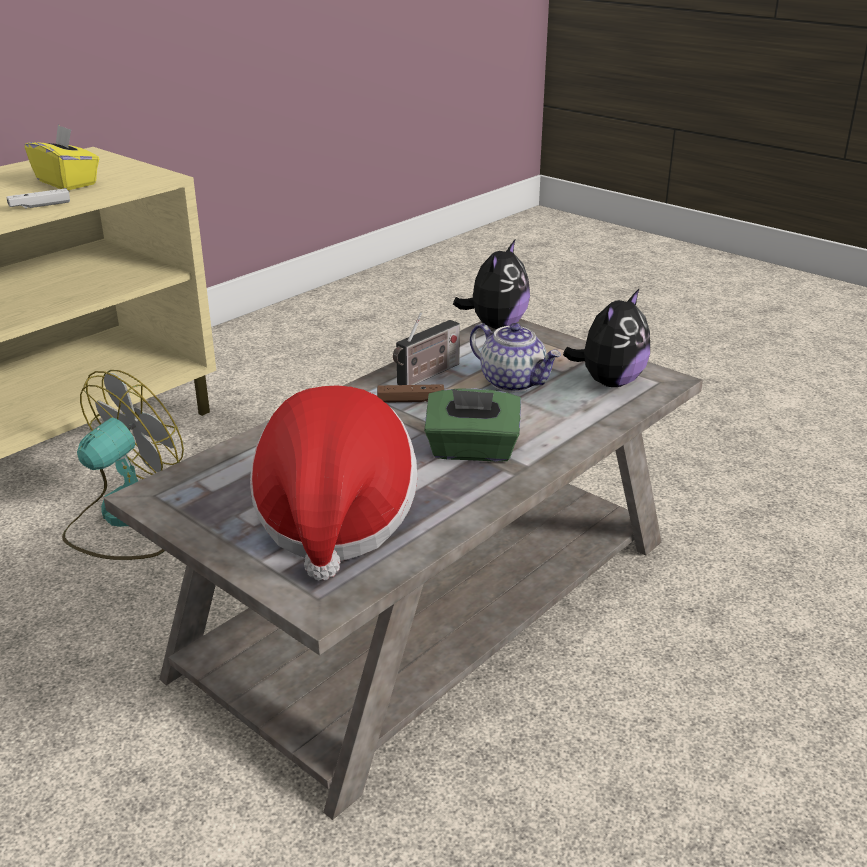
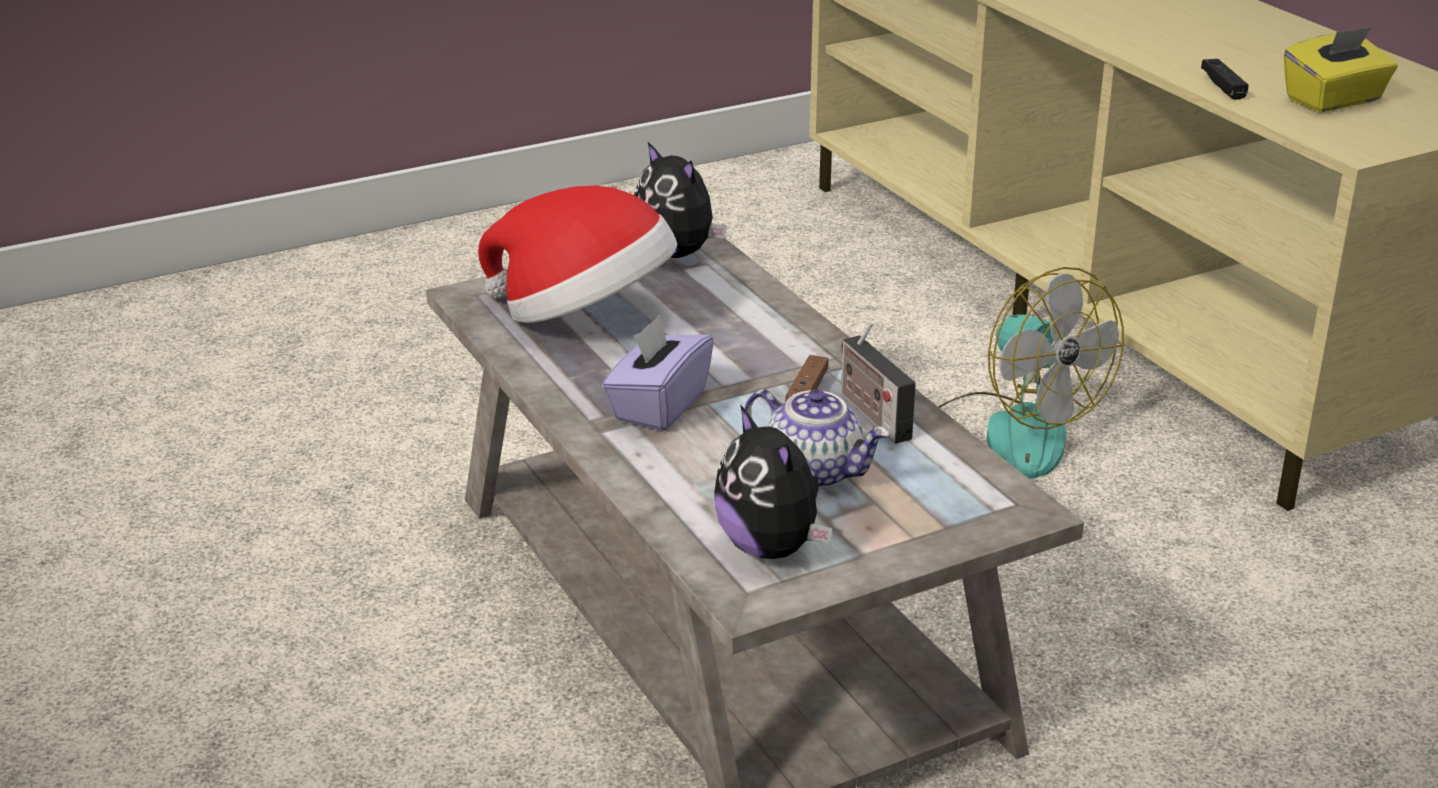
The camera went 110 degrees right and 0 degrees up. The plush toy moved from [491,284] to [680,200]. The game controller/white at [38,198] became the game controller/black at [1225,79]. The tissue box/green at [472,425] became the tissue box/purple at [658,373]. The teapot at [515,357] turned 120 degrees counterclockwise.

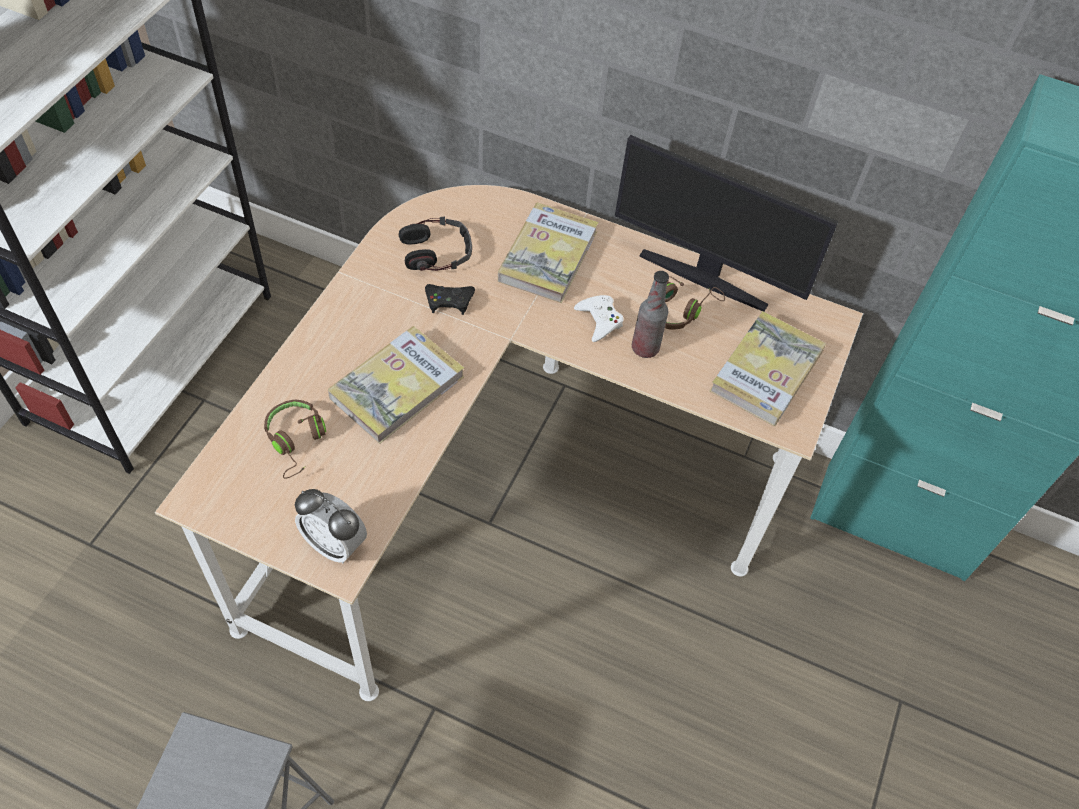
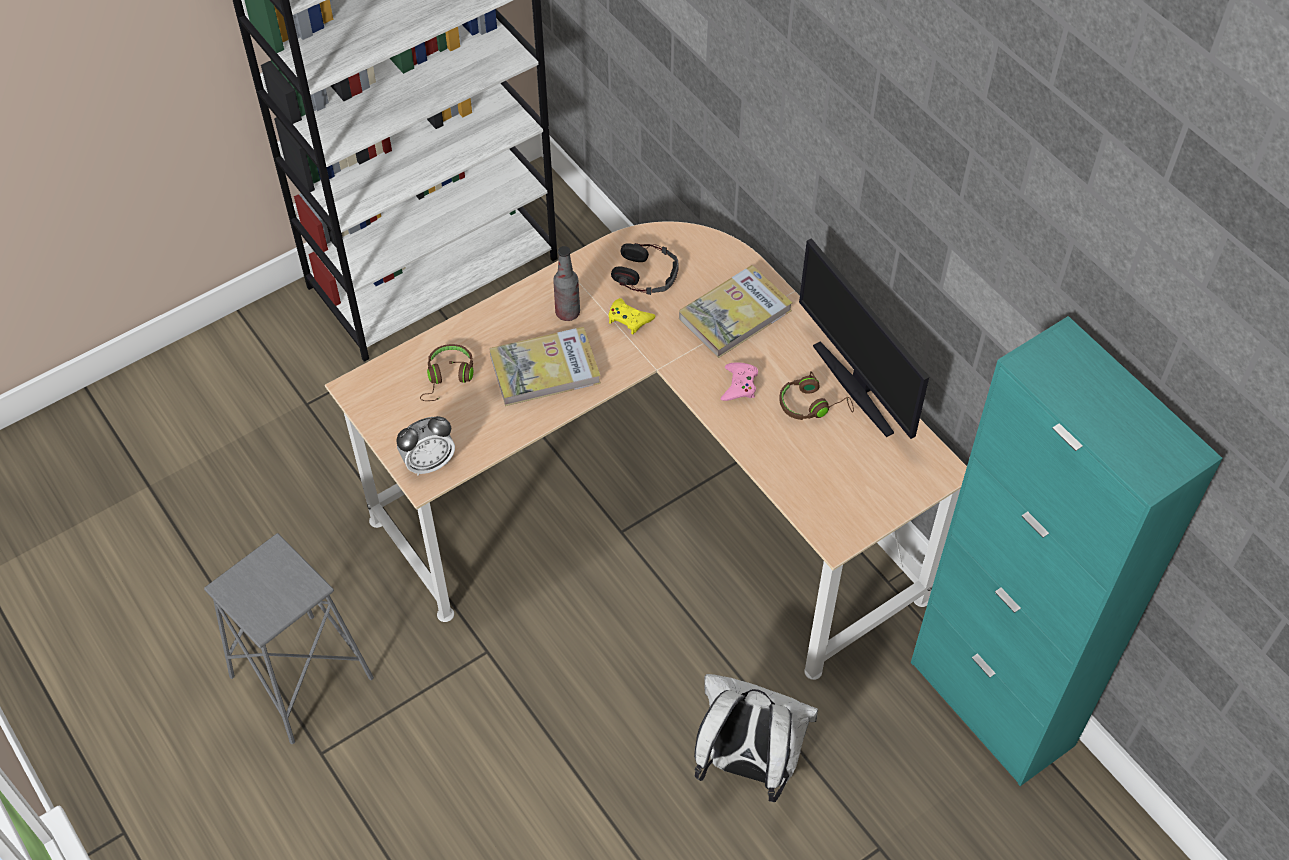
The camera went 35 degrees right and 0 degrees up. The book at [768,368] disappeared. The backpack/white at [756,738] appeared. The bottle moved from [650,314] to [566,283]. The game controller/black at [450,299] became the game controller/yellow at [631,316]. The game controller/white at [598,318] became the game controller/pink at [739,381]. The alarm clock at [331,526] turned 90 degrees counterclockwise.

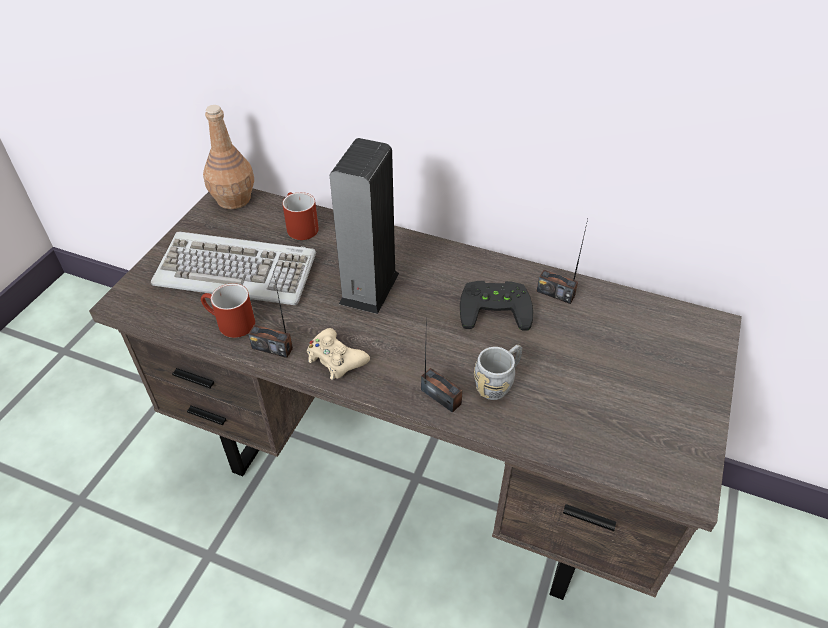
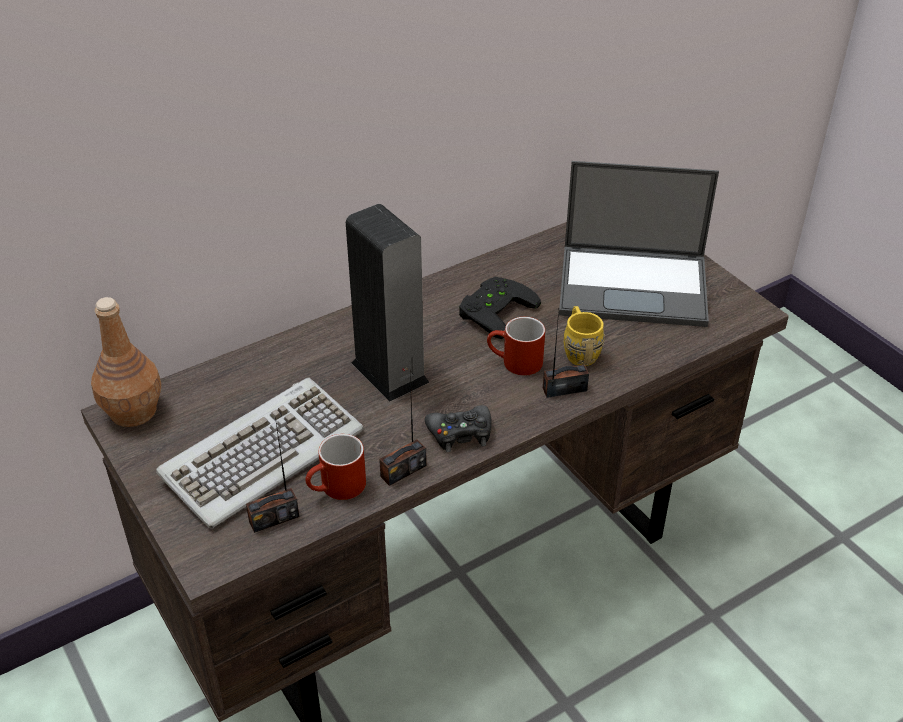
The camera went 55 degrees left and 5 degrees down. The laptop at [639,244] appeared. The mug/red moved from [300,216] to [516,346]. The radio moved from [562,261] to [272,475]. The game controller/beige at [338,354] became the game controller/black at [458,428]. The mug/grey at [498,372] became the mug/yellow at [584,336].

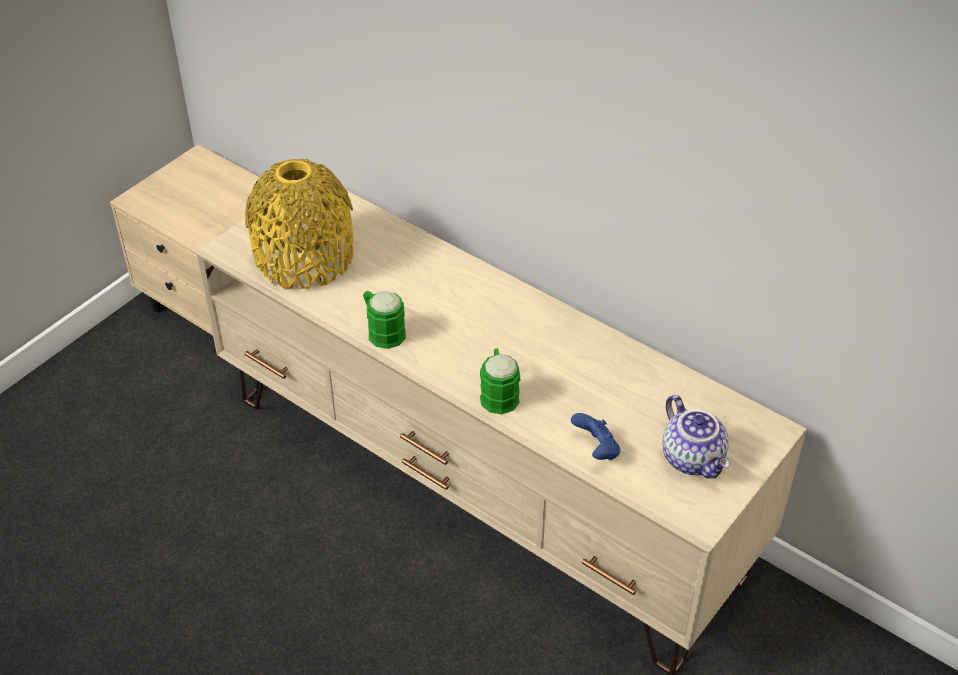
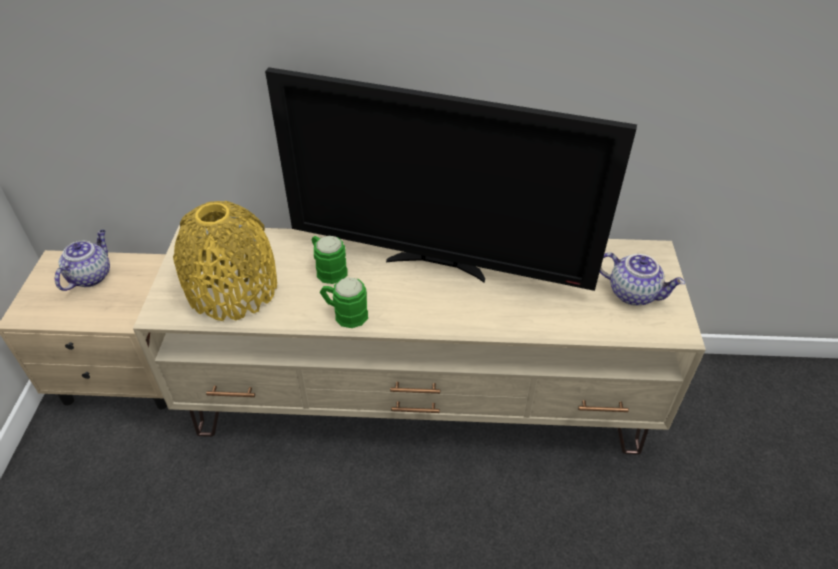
The camera went 35 degrees left and 0 degrees up. The game controller/blue at [595,436] disappeared. The teapot at [82,260] appeared. The television at [451,179] appeared. The mug/green moved from [500,381] to [330,260].

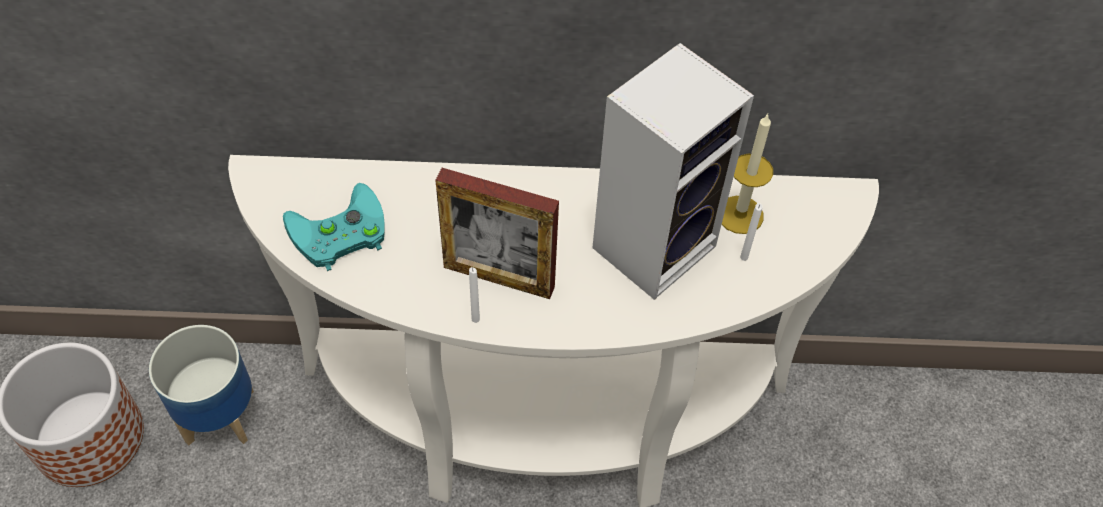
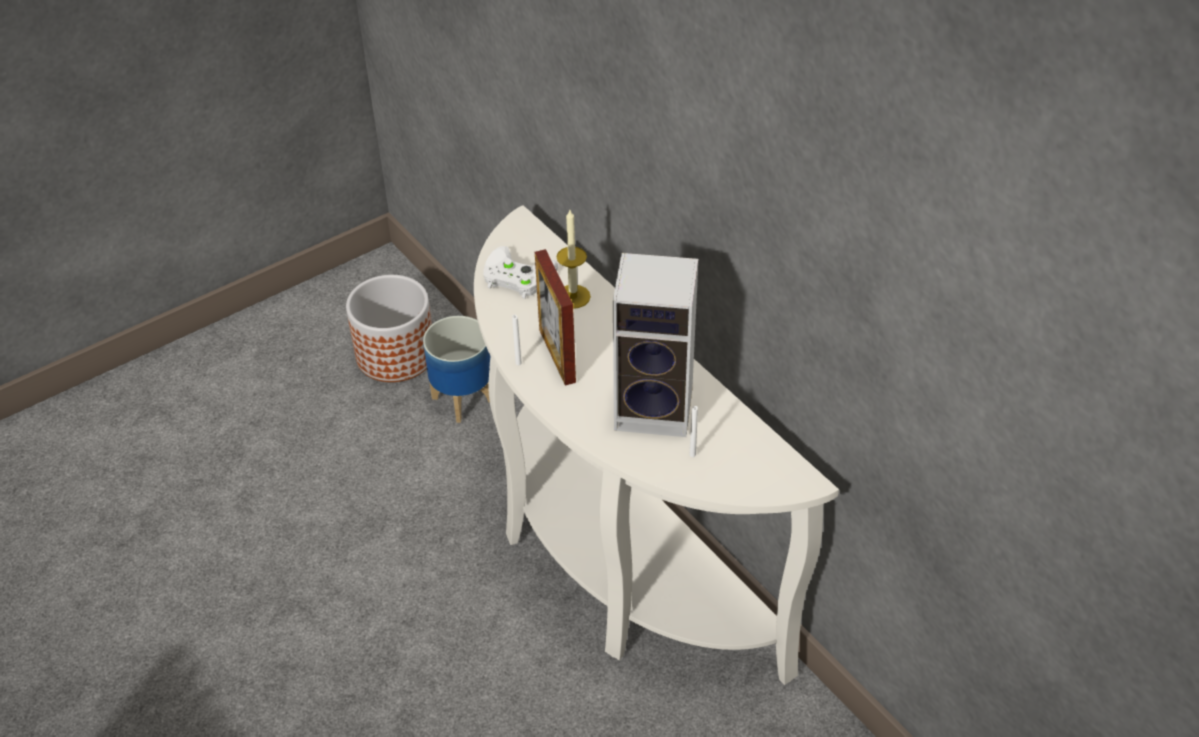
The camera went 55 degrees right and 10 degrees down. The candle moved from [747,174] to [573,259]. The game controller/turquoise at [334,227] became the game controller/white at [520,272].

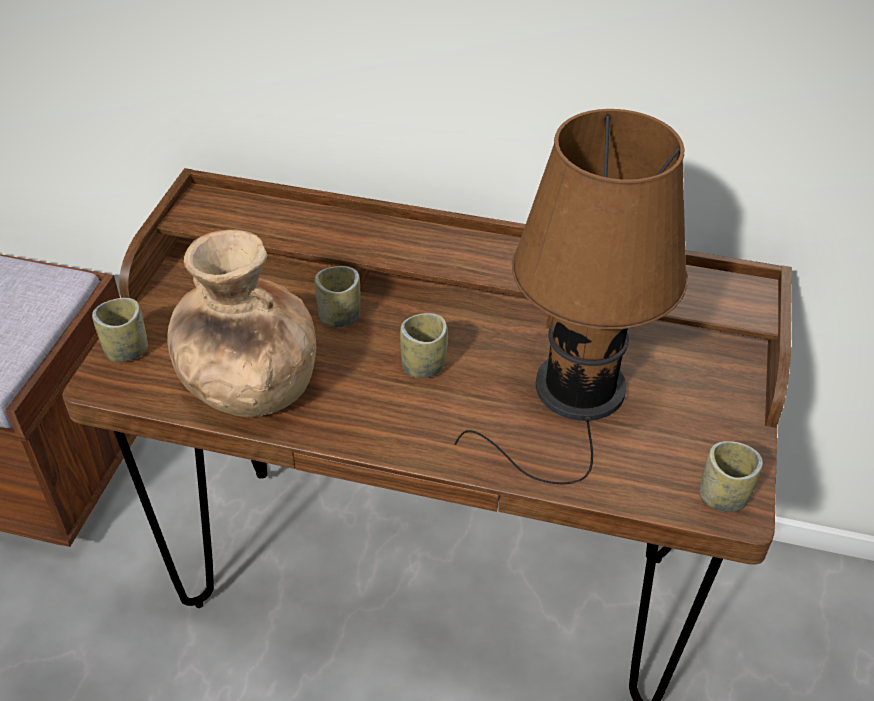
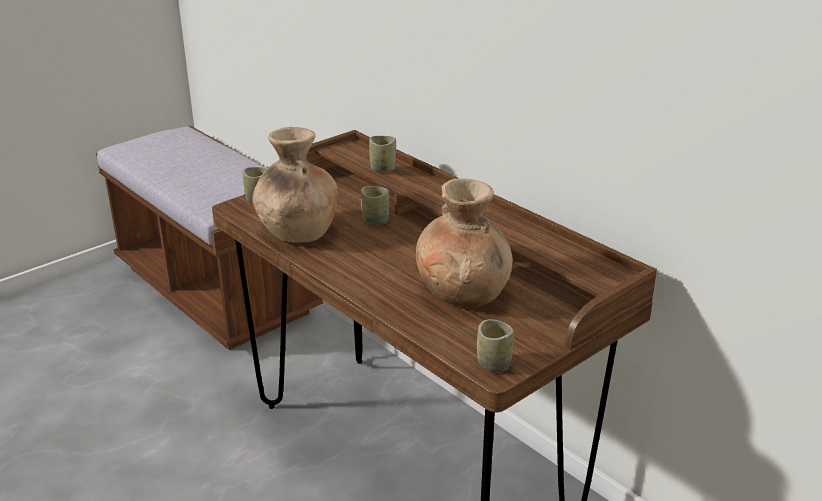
The camera went 35 degrees right and 15 degrees down. The cup moved from [423,345] to [382,153]. The table lamp/brown at [571,297] was replaced by the vase/brown at [464,242].

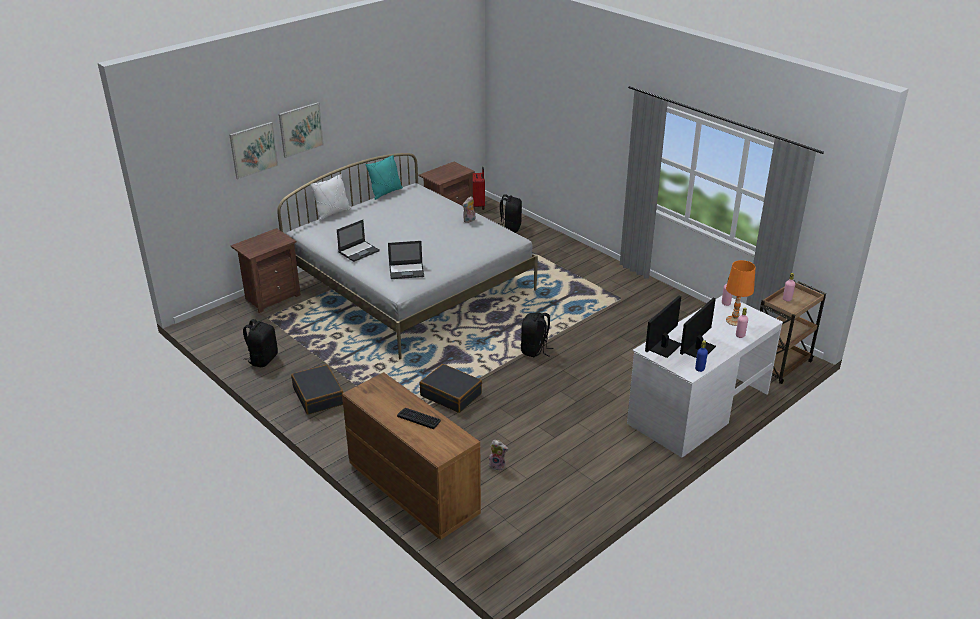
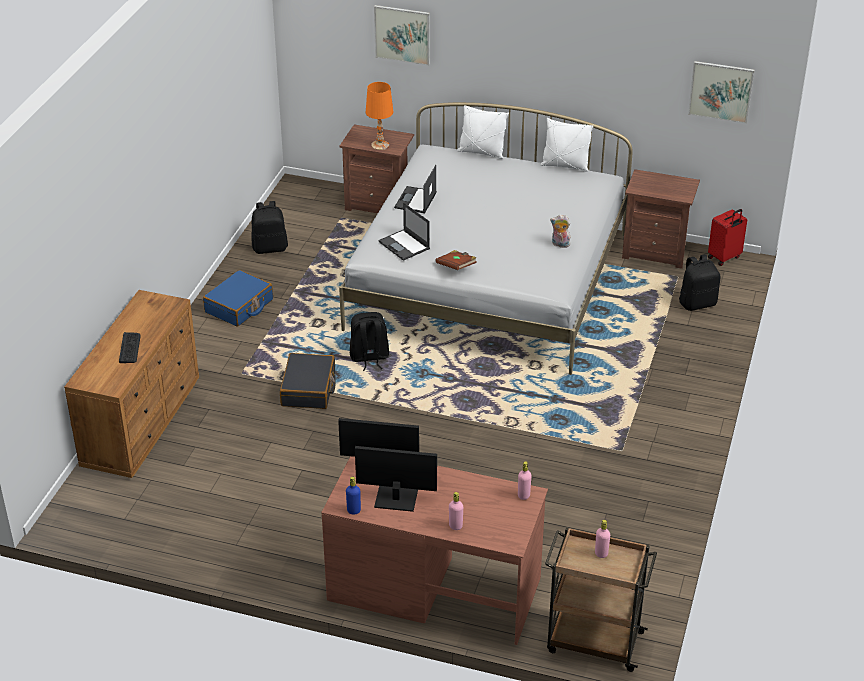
The camera went 60 degrees right and 5 degrees up. The plush toy at [498,455] disappeared. The book/brown at [456,260] appeared. The picture moved from [301,130] to [721,92]. The backpack/black moved from [537,334] to [369,341]. The table lamp/orange moved from [741,293] to [379,116]. The suitcase/black at [317,390] became the suitcase/blue at [238,298]. The pillow/turquoise at [384,177] became the pillow/white at [566,145]. The desk/white at [705,377] became the desk/brown at [434,550]. The laptop at [358,241] turned 90 degrees clockwise.

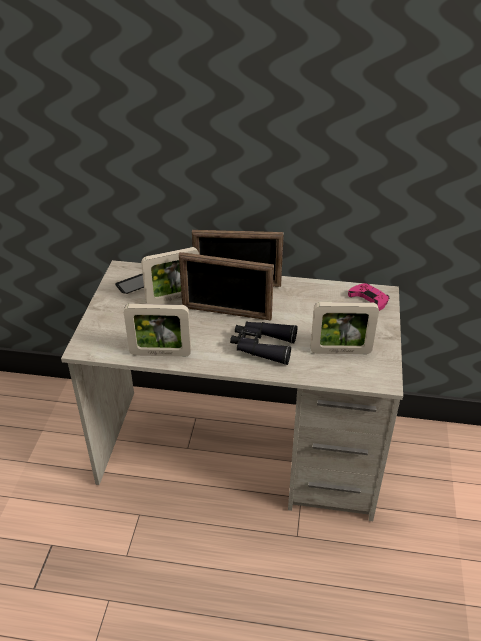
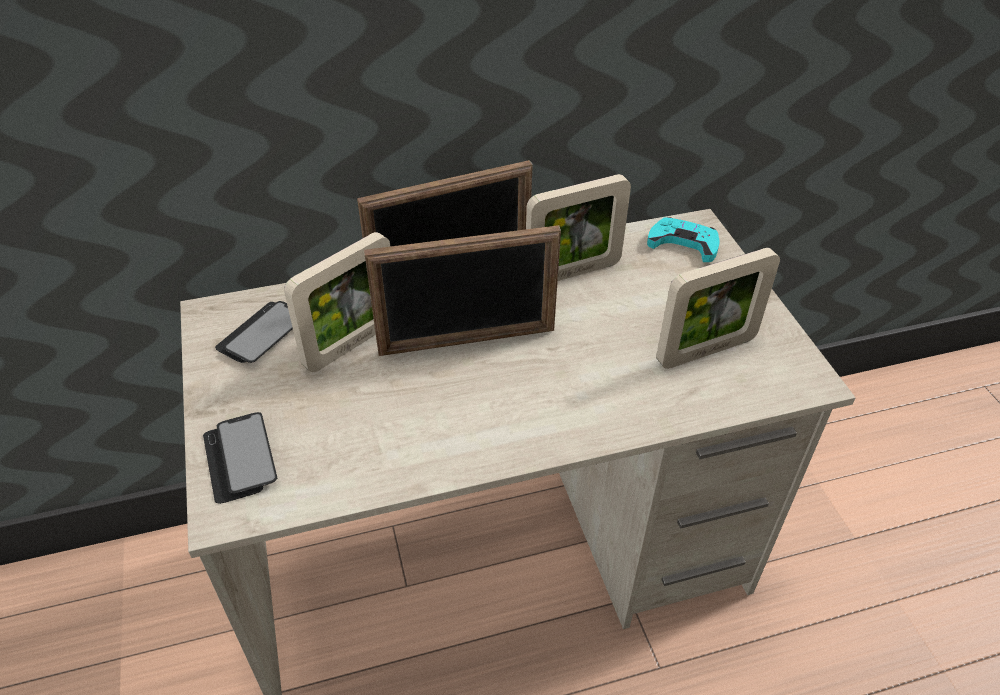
The camera went 25 degrees left and 5 degrees up. The binoculars/black at [264,343] disappeared. The phone at [240,458] appeared. The picture frame moved from [157,330] to [578,227]. The game controller/pink at [368,297] became the game controller/turquoise at [683,239].

